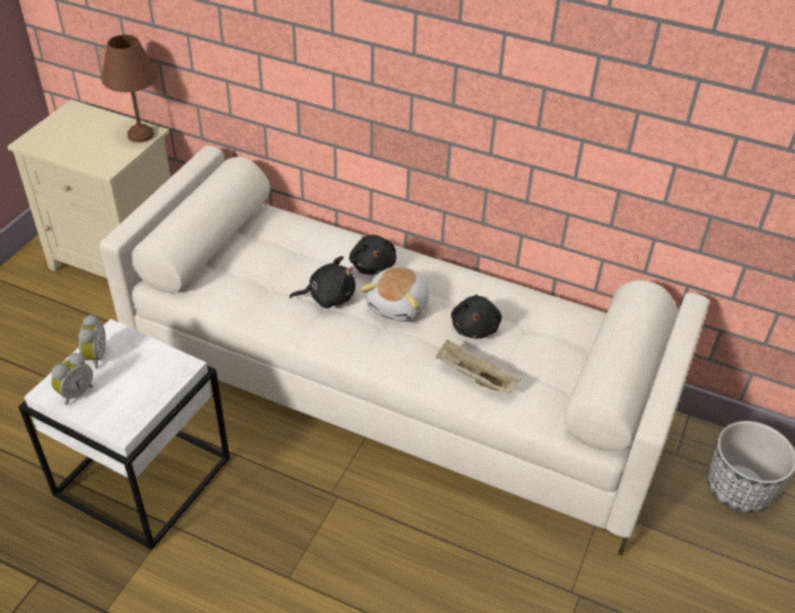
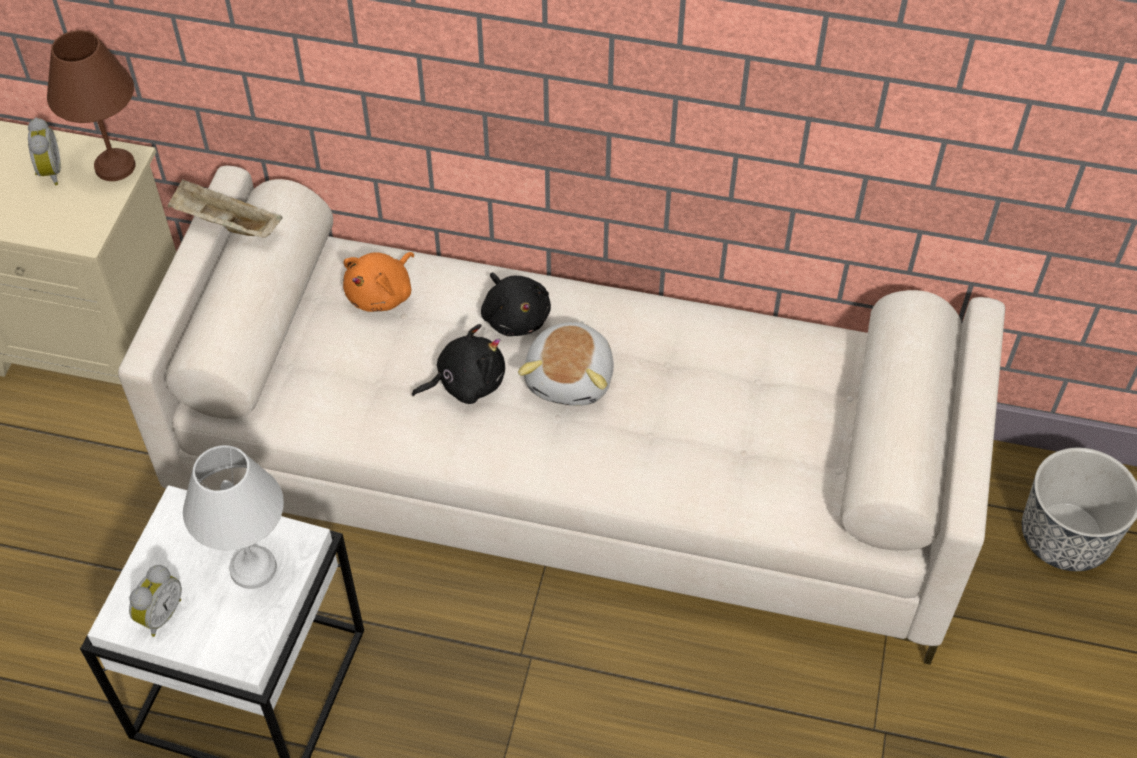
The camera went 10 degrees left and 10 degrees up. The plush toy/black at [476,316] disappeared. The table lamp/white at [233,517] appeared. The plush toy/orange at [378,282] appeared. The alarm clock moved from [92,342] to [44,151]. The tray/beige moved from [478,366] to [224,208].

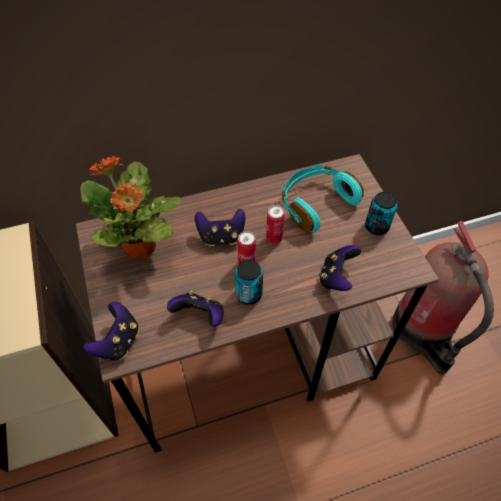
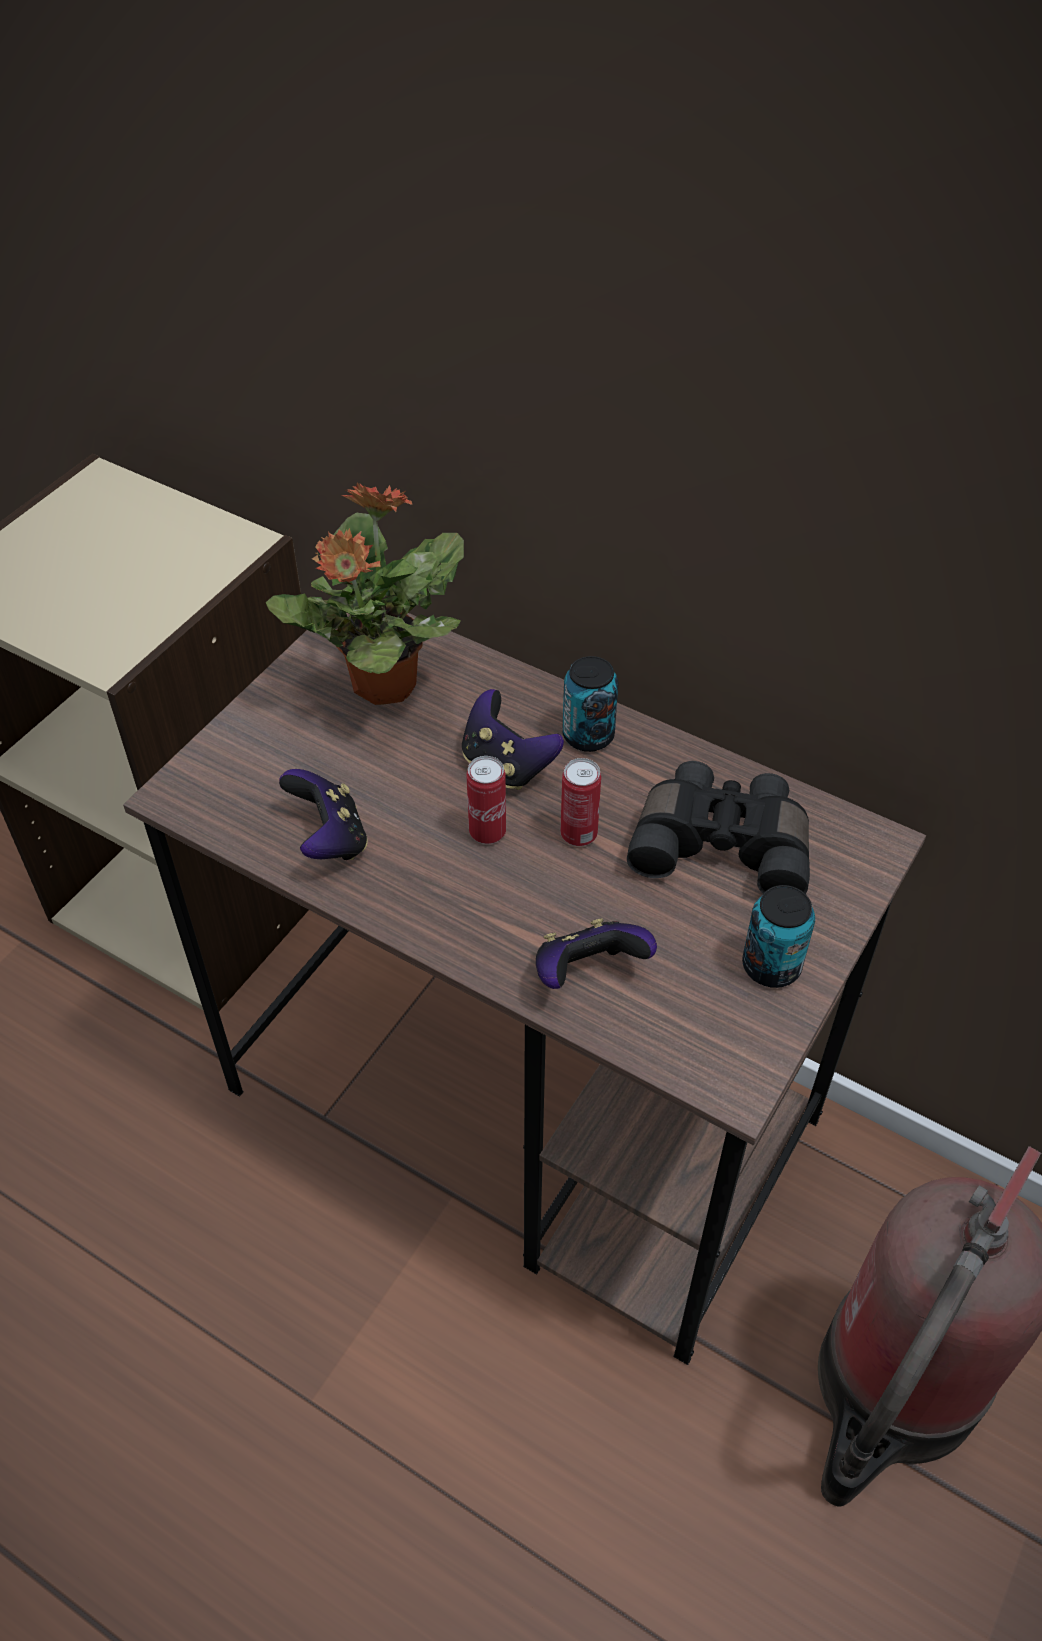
The camera went 50 degrees right and 5 degrees down. The game controller at [111,331] disappeared. The can moved from [249,282] to [590,704]. The headphones/turquoise at [323,198] was replaced by the binoculars/black at [718,827].

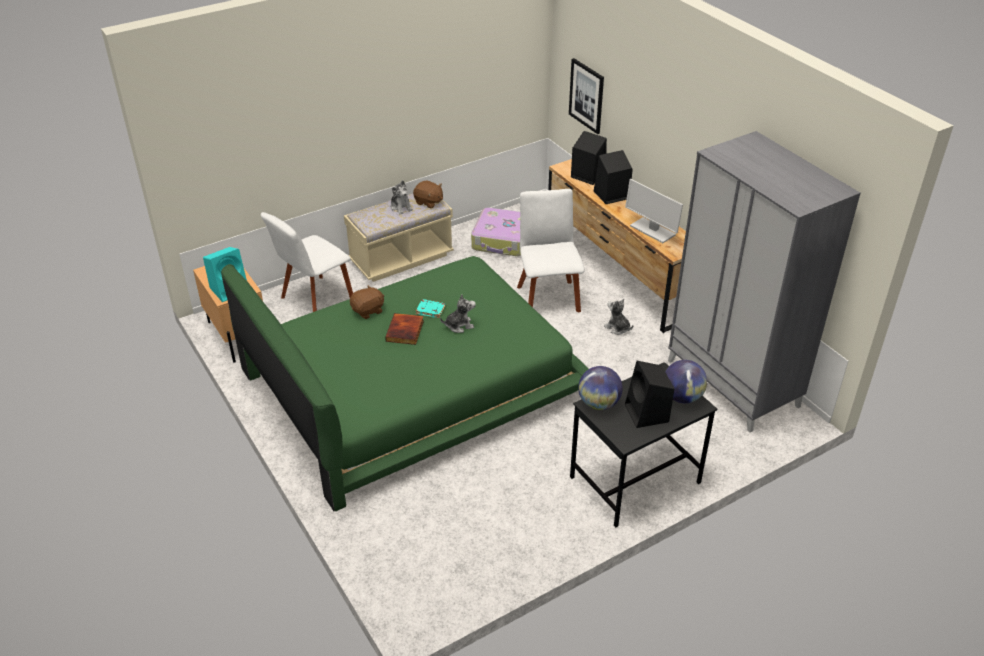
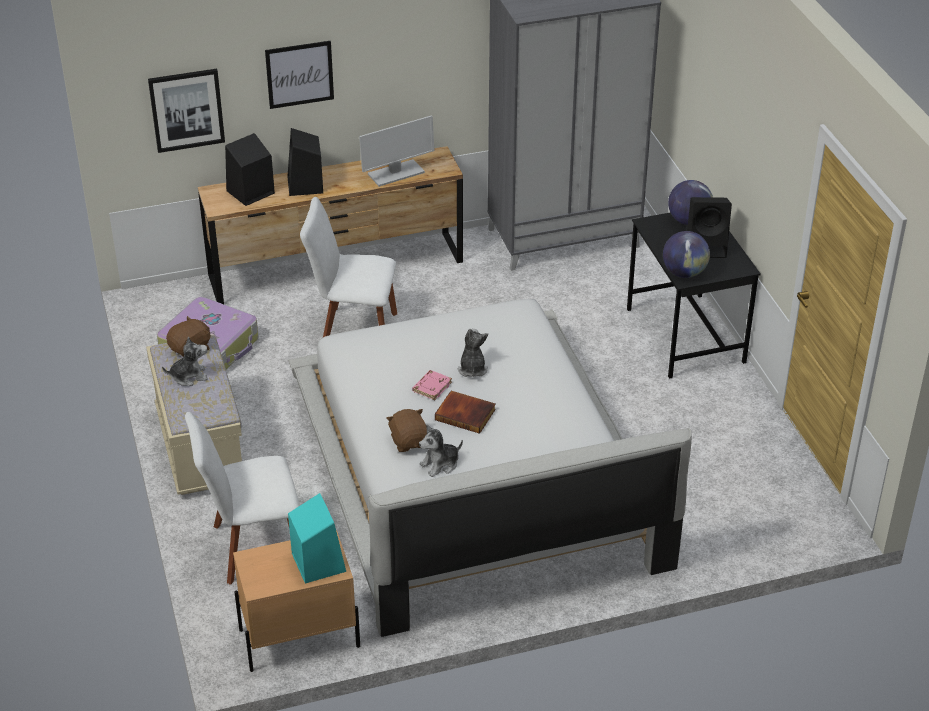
The camera went 75 degrees left and 0 degrees up. The picture at [299,75] appeared. The plush toy moved from [618,317] to [441,451]. The bed/green at [405,383] became the bed/white at [490,468]. The book/turquoise at [430,308] became the book/pink at [432,385]. The chair/white at [307,262] turned 105 degrees clockwise.

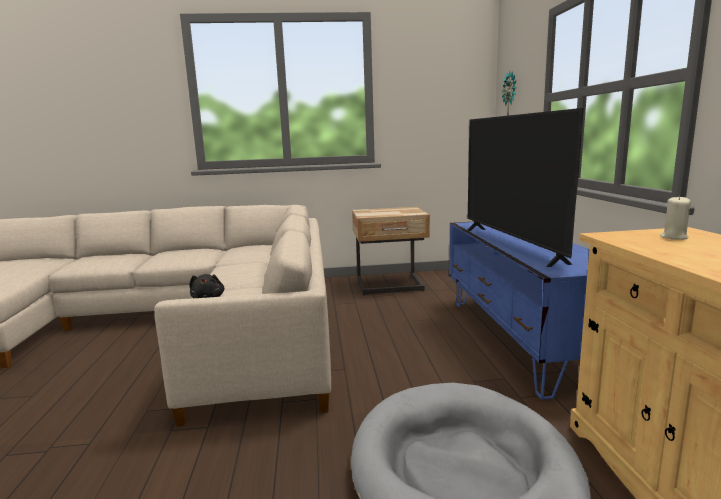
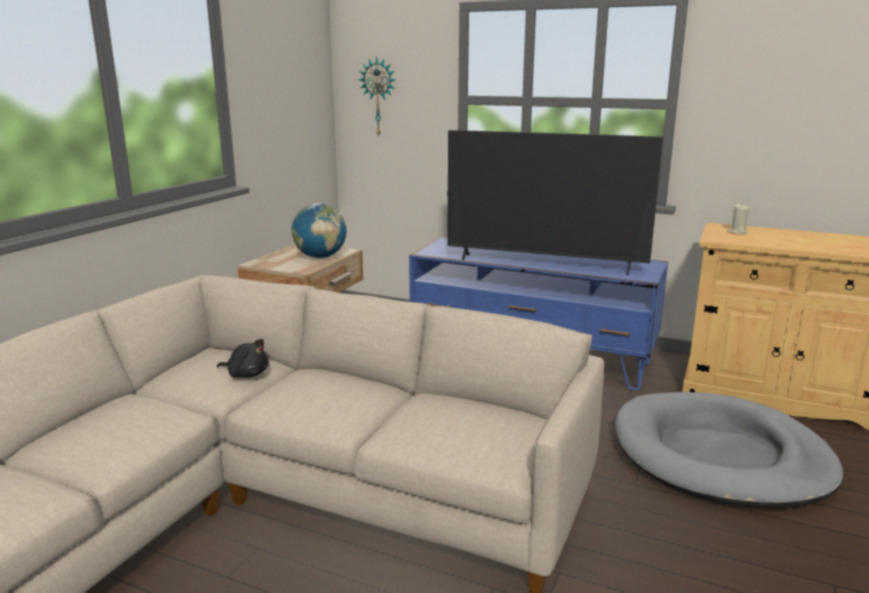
The camera went 60 degrees left and 5 degrees up. The globe at [319,230] appeared. The plush toy/black moved from [207,286] to [243,358].

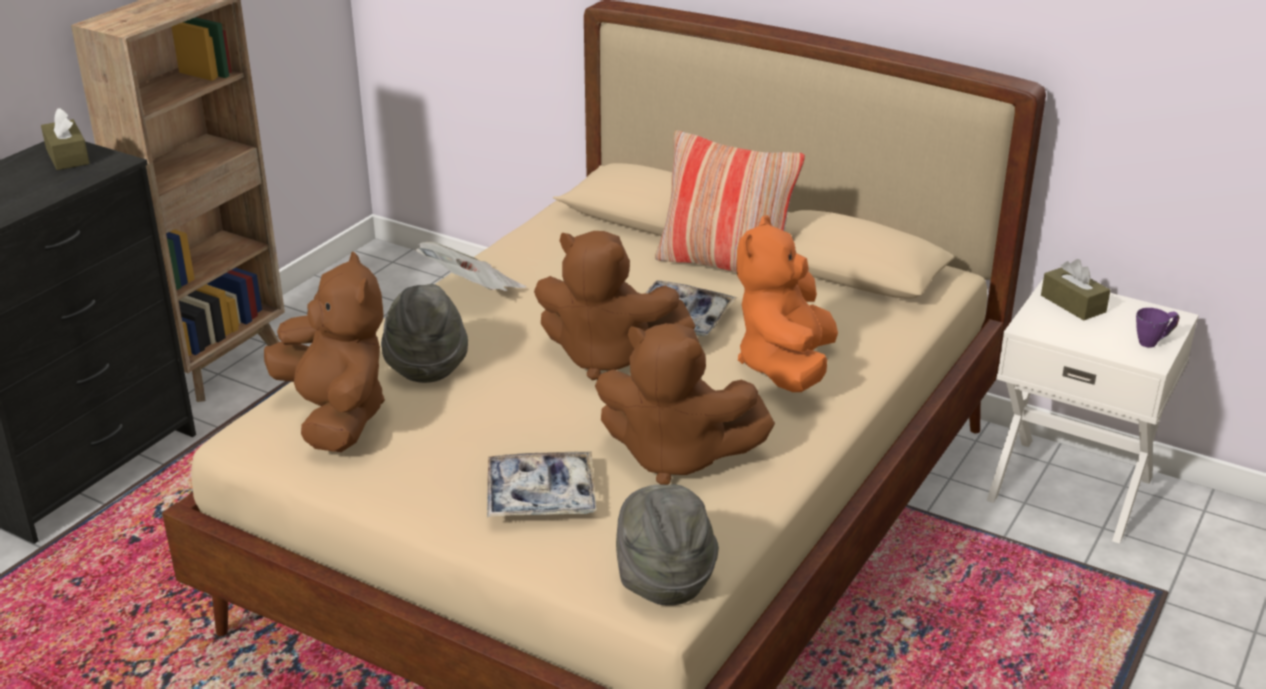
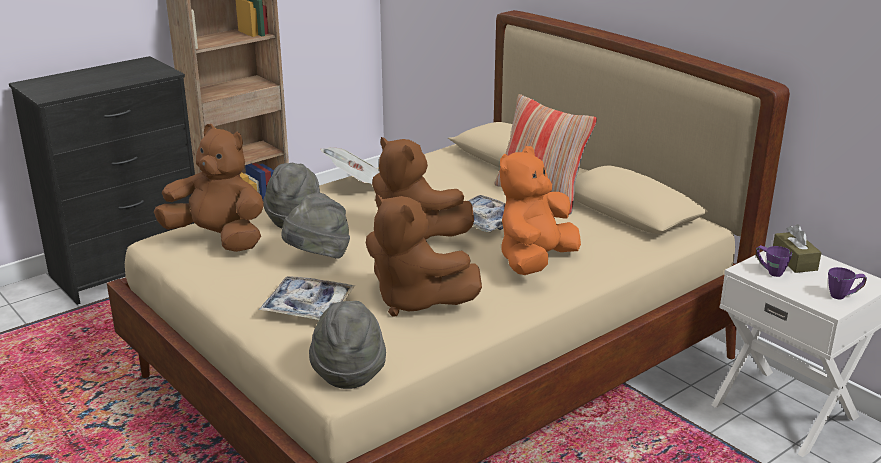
The camera went 20 degrees right and 5 degrees down. The tissue box/brown at [65,139] disappeared. The hat/grey at [315,226] appeared. The mug/purple at [774,261] appeared. The plush toy/brown at [324,351] turned 60 degrees counterclockwise.

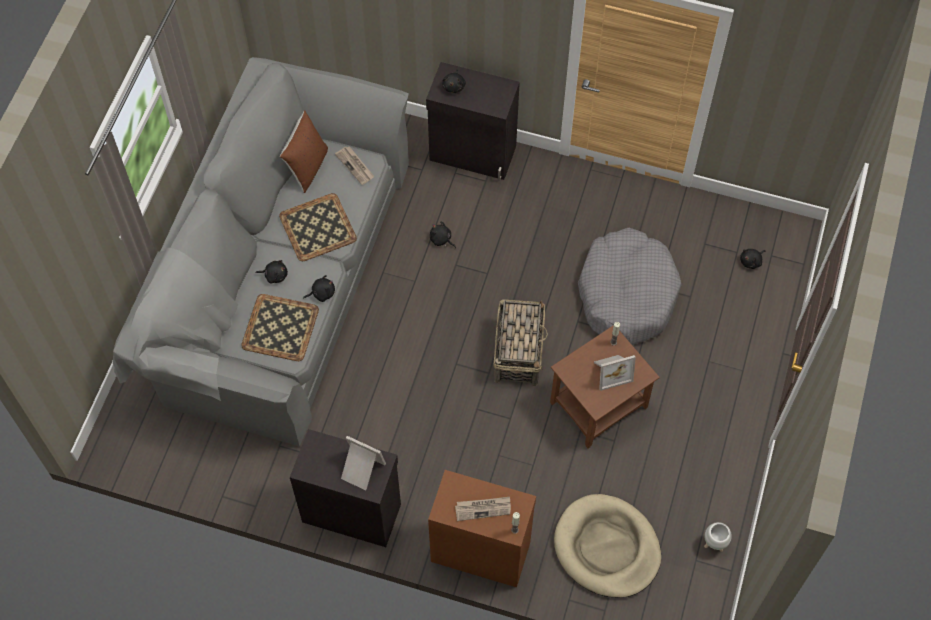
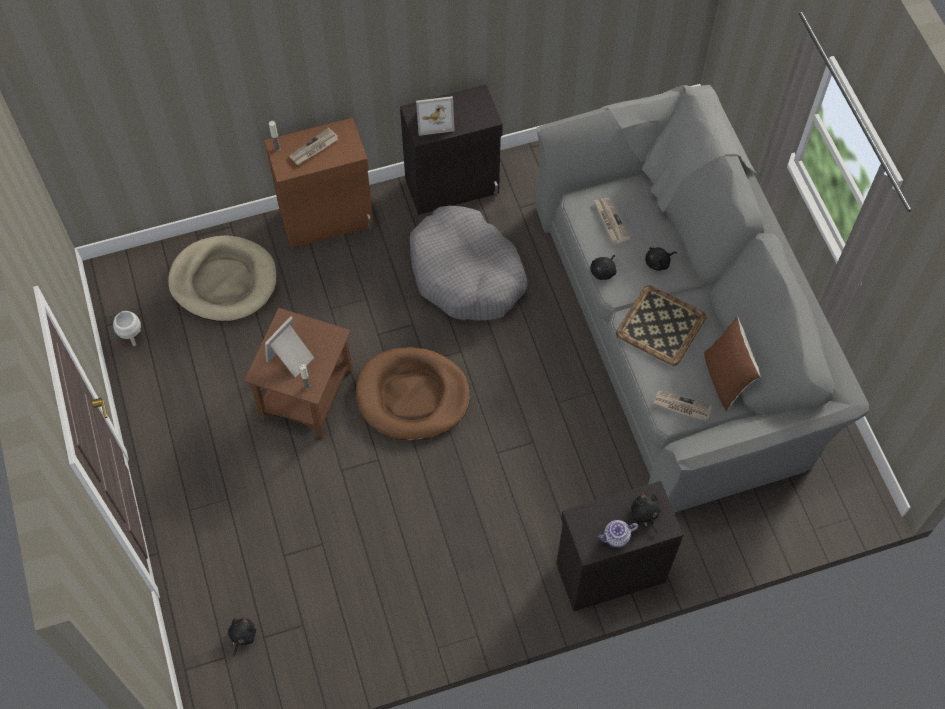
The camera went 145 degrees right and 0 degrees up. The plush toy/black at [443,234] disappeared. The teapot at [618,533] appeared. The dog bed/grey moved from [629,286] to [468,263]. The tray at [280,327] was replaced by the newspaper at [612,220]. The basket at [520,342] was replaced by the dog bed/brown at [413,393].

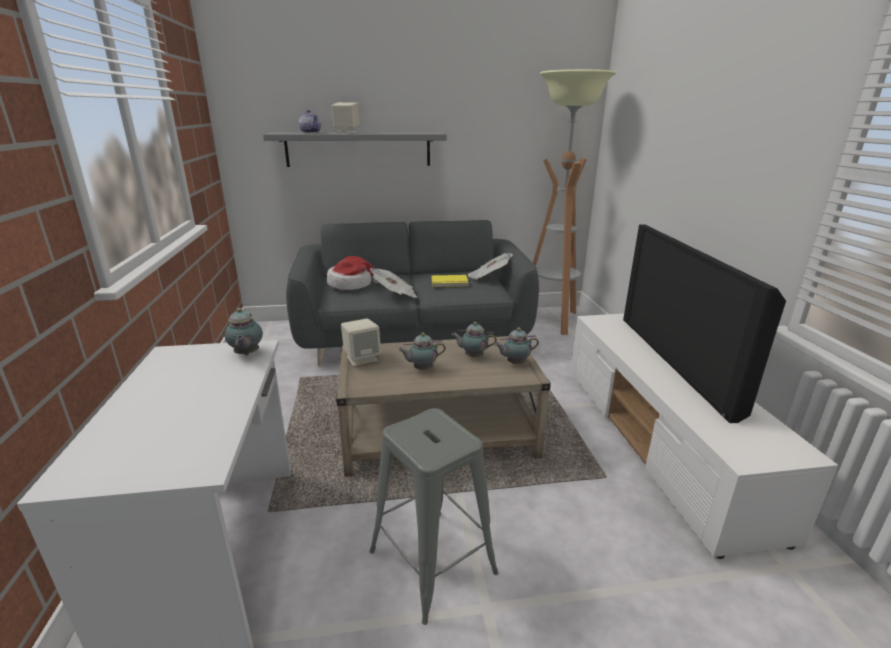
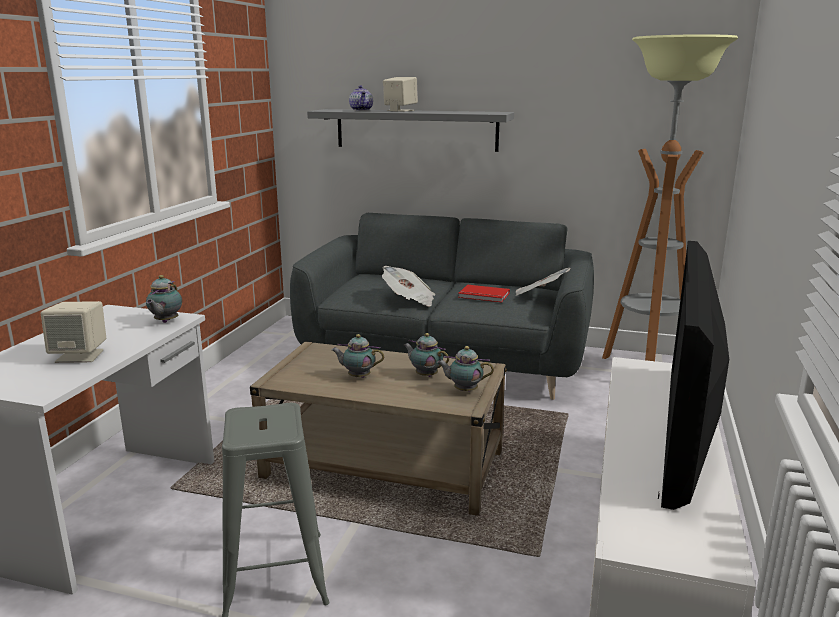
The camera went 25 degrees right and 5 degrees down. The hat at [353,273] disappeared. The speaker/beige moved from [361,342] to [73,332]. The book/yellow at [450,281] became the book/red at [484,293].

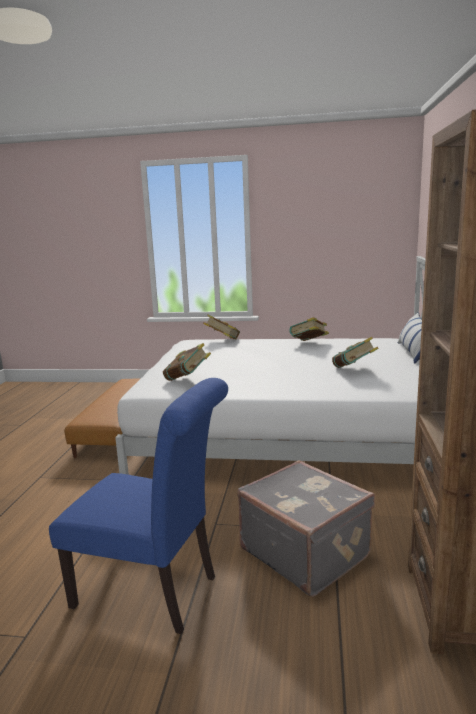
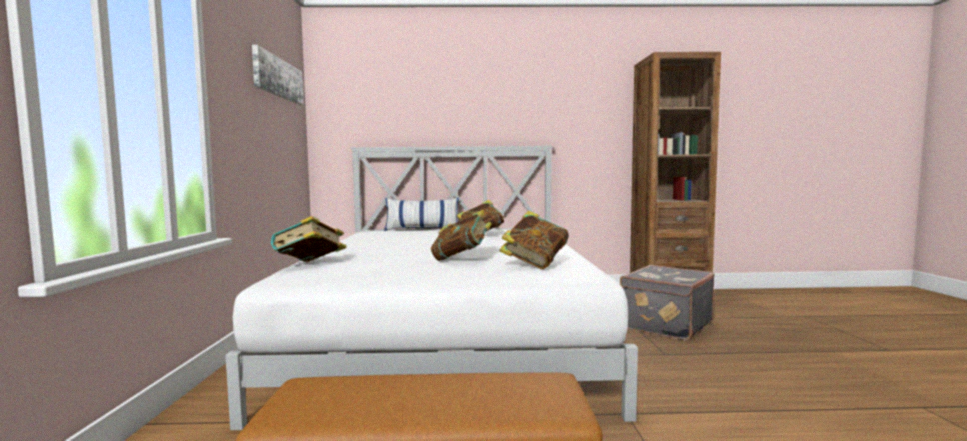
The camera went 100 degrees left and 10 degrees down. The chair/blue at [138,506] disappeared. The picture at [278,75] appeared. The book moved from [309,329] to [461,235].

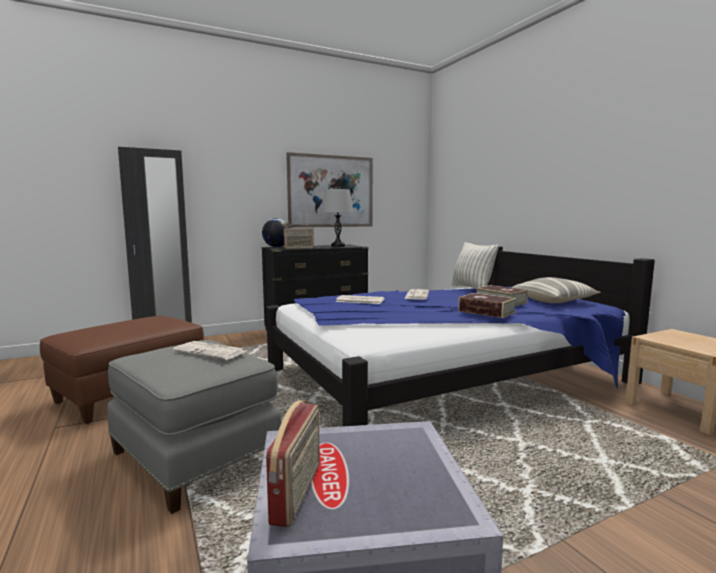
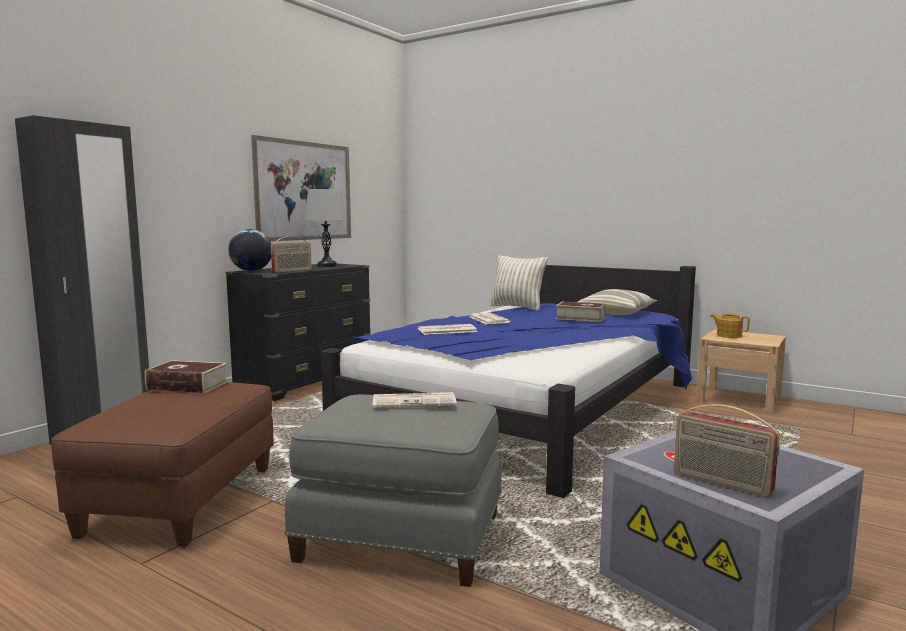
The camera went 30 degrees left and 0 degrees up. The teapot at [730,326] appeared. The book moved from [487,305] to [186,376]. The radio at [292,463] turned 150 degrees clockwise.

